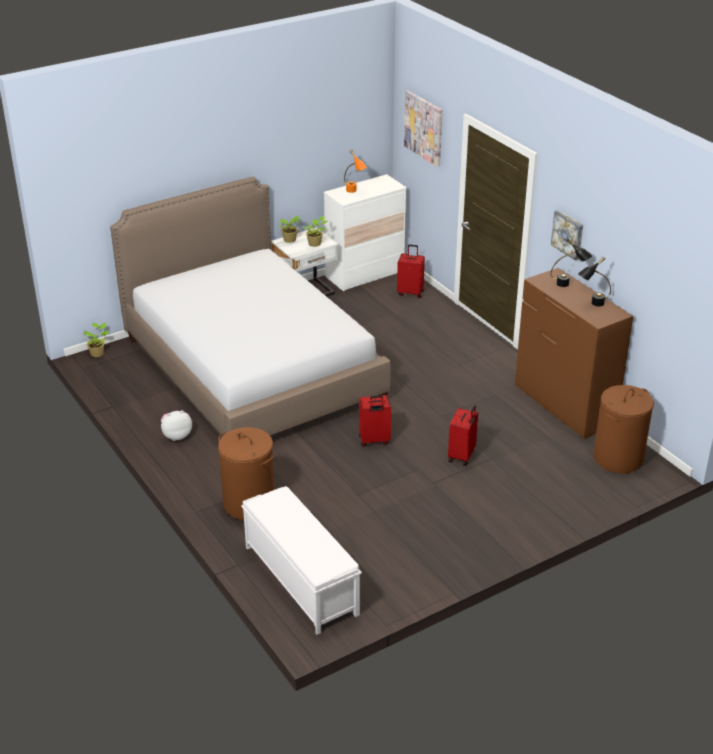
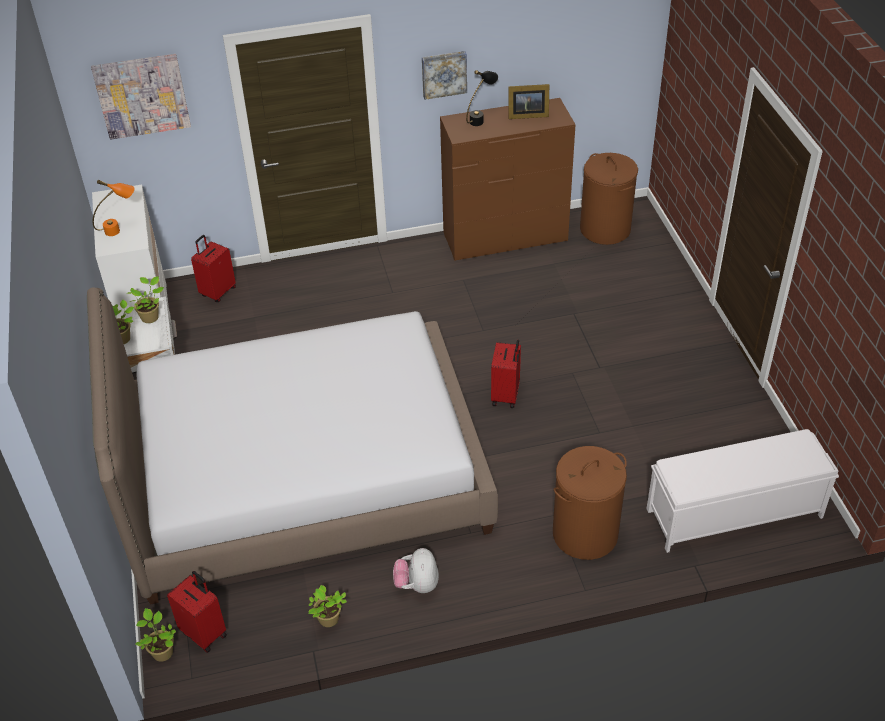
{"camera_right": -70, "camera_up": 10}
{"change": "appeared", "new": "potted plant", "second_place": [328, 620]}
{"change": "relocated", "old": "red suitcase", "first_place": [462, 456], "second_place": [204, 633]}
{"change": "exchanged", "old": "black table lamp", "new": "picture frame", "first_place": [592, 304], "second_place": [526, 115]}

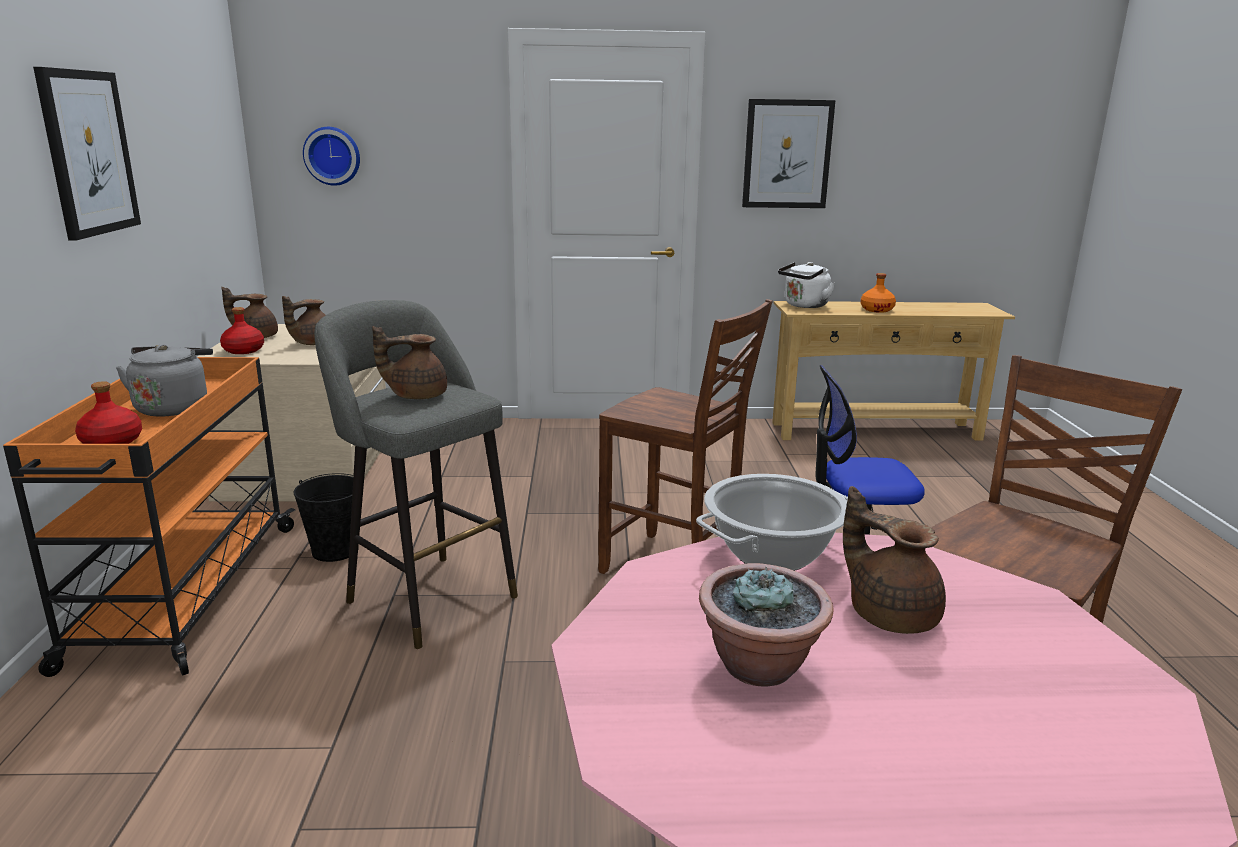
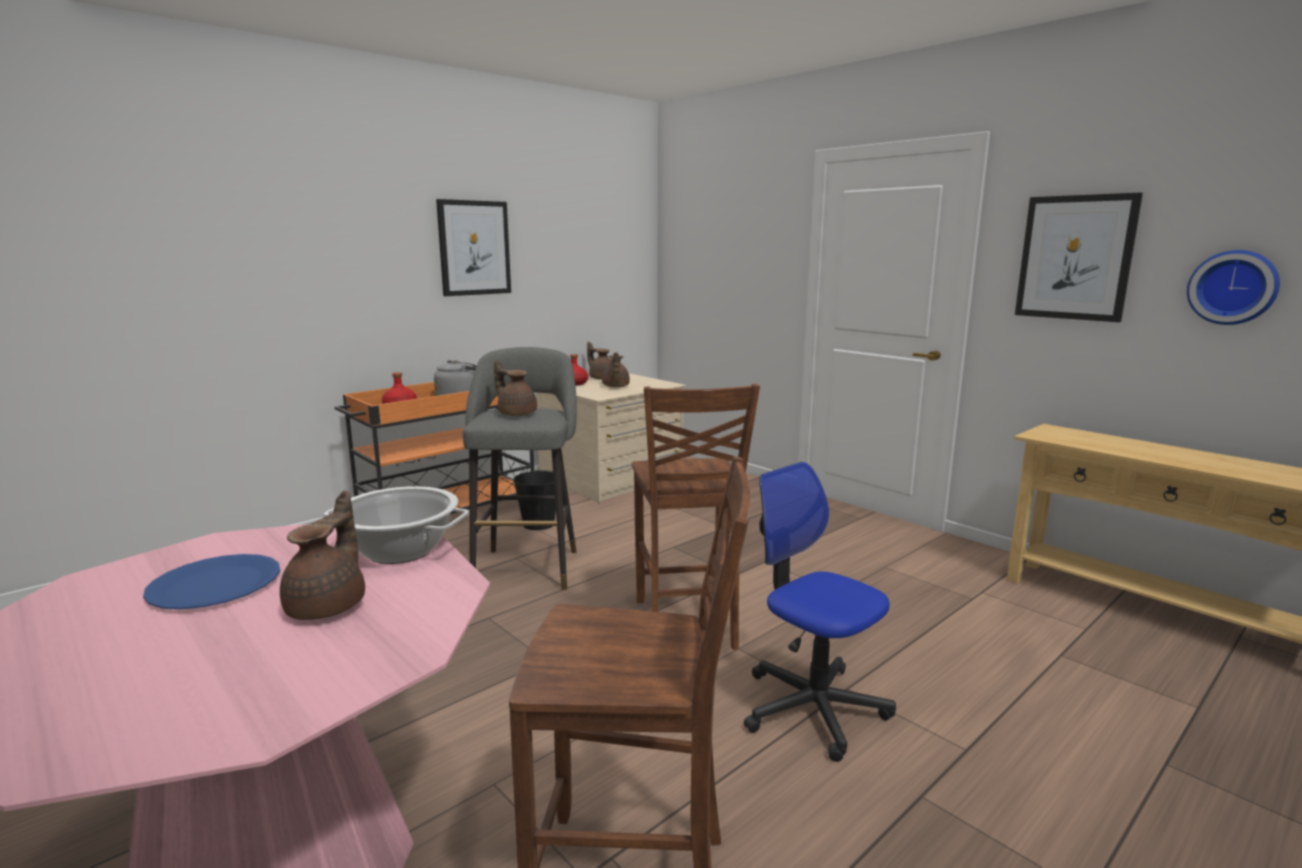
{"camera_right": 50, "camera_up": -5}
{"change": "missing", "old": "white kettle", "first_place": [804, 306]}
{"change": "missing", "old": "orange bottle", "first_place": [876, 310]}
{"change": "relocated", "old": "wall clock", "first_place": [333, 156], "second_place": [1233, 287]}
{"change": "exchanged", "old": "potted plant", "new": "blue plate", "first_place": [760, 666], "second_place": [215, 585]}
{"change": "spun", "old": "brown teapot", "first_place": [312, 343], "second_place": [615, 387], "degrees": -90}

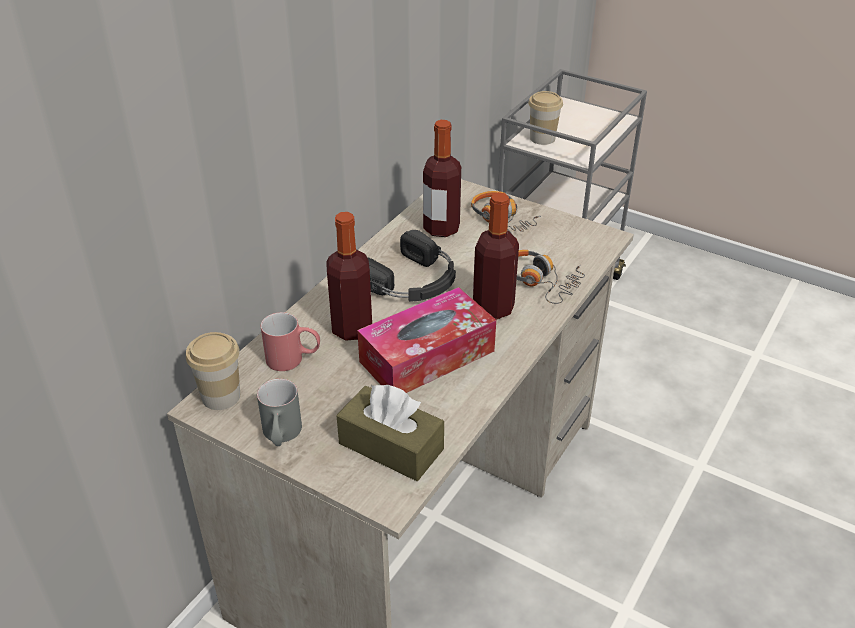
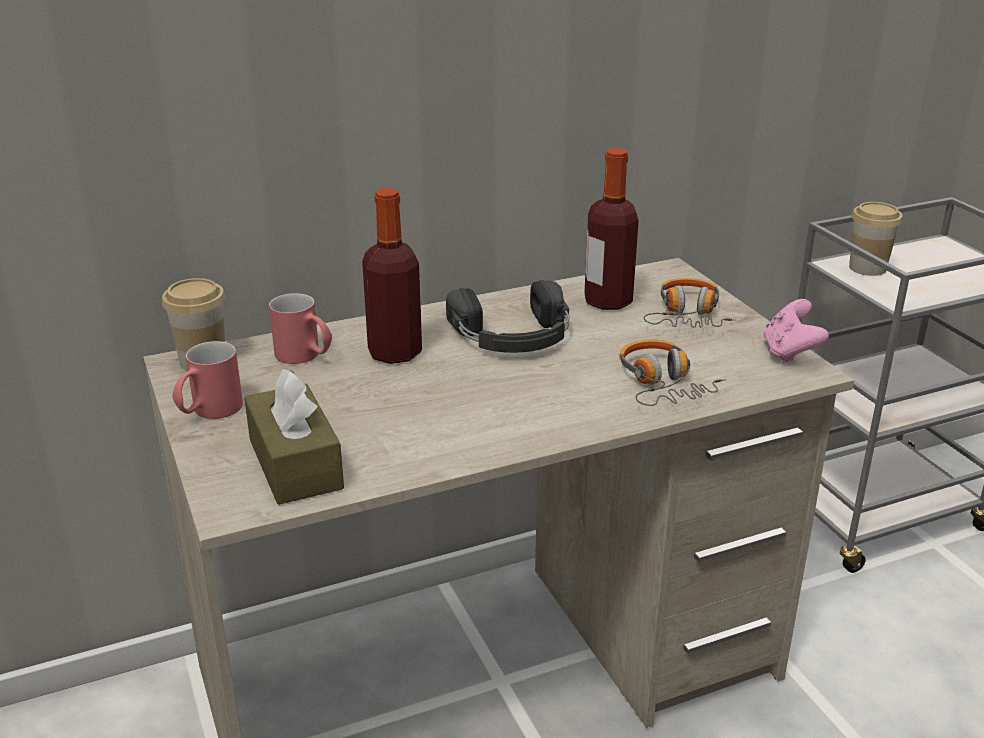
{"camera_right": 35, "camera_up": -10}
{"change": "missing", "old": "tissue box", "first_place": [427, 356]}
{"change": "missing", "old": "bottle", "first_place": [493, 308]}
{"change": "appeared", "new": "pink game controller", "second_place": [789, 352]}
{"change": "colour", "old": "grey mug", "new": "red mug", "first_place": [281, 436], "second_place": [209, 412]}

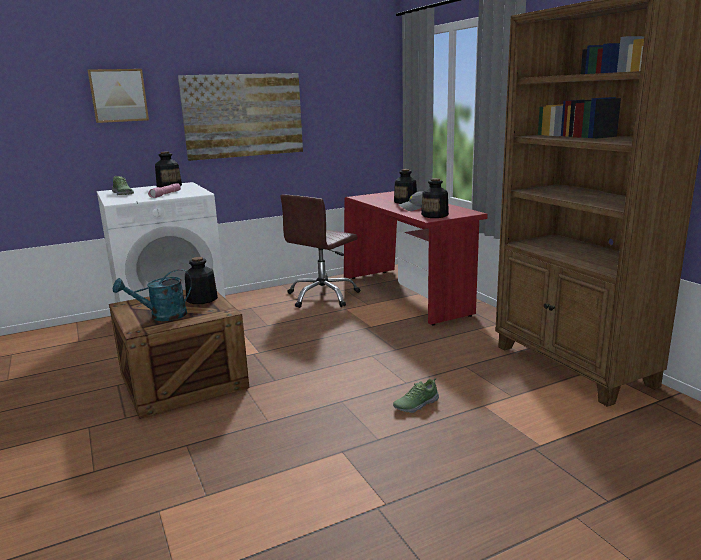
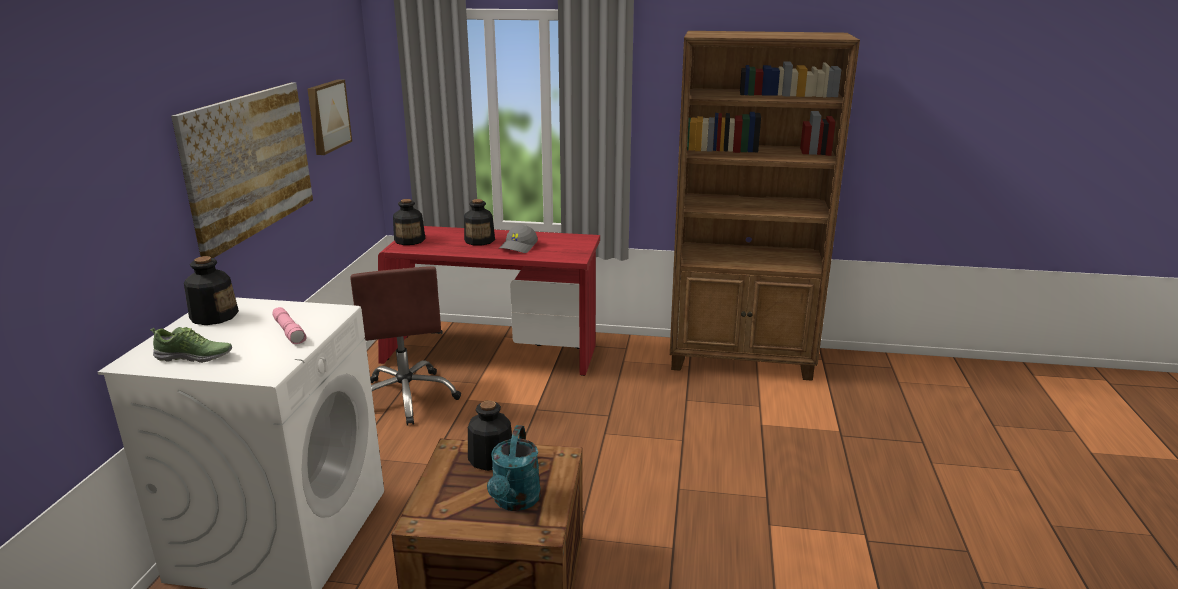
{"camera_right": -55, "camera_up": 5}
{"change": "missing", "old": "shoe", "first_place": [415, 404]}
{"change": "relocated", "old": "picture", "first_place": [118, 95], "second_place": [327, 116]}
{"change": "relocated", "old": "bottle", "first_place": [435, 215], "second_place": [410, 240]}

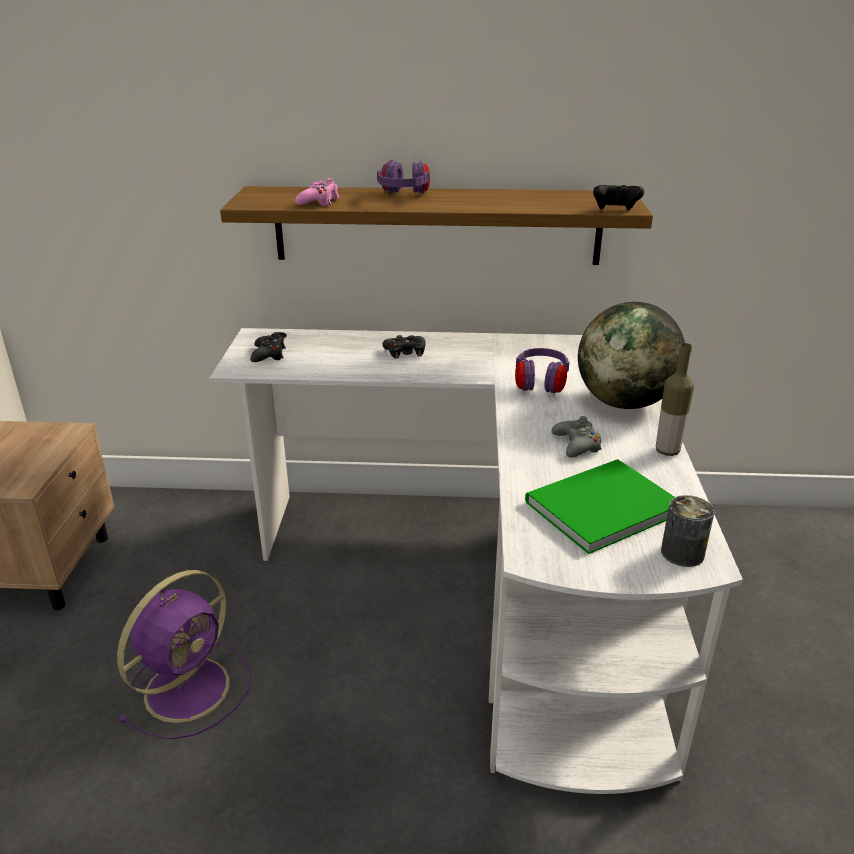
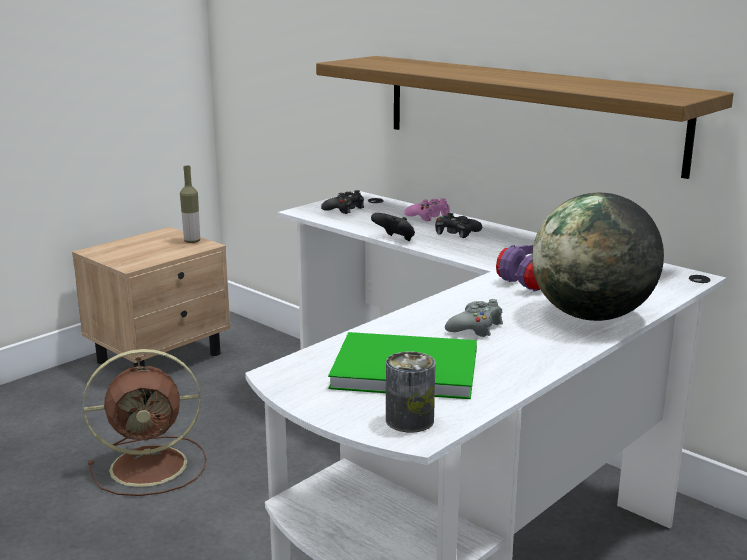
{"camera_right": 40, "camera_up": -10}
{"change": "missing", "old": "purple headphones", "first_place": [403, 197]}
{"change": "relocated", "old": "pink game controller", "first_place": [319, 201], "second_place": [429, 216]}
{"change": "relocated", "old": "black game controller", "first_place": [615, 211], "second_place": [395, 239]}
{"change": "relocated", "old": "bottle", "first_place": [667, 451], "second_place": [192, 241]}
{"change": "colour", "old": "purple fan", "new": "brown fan", "first_place": [190, 686], "second_place": [152, 466]}

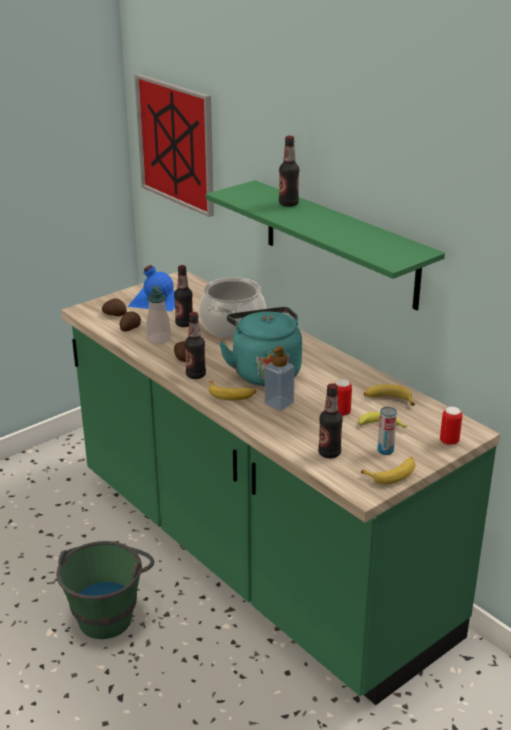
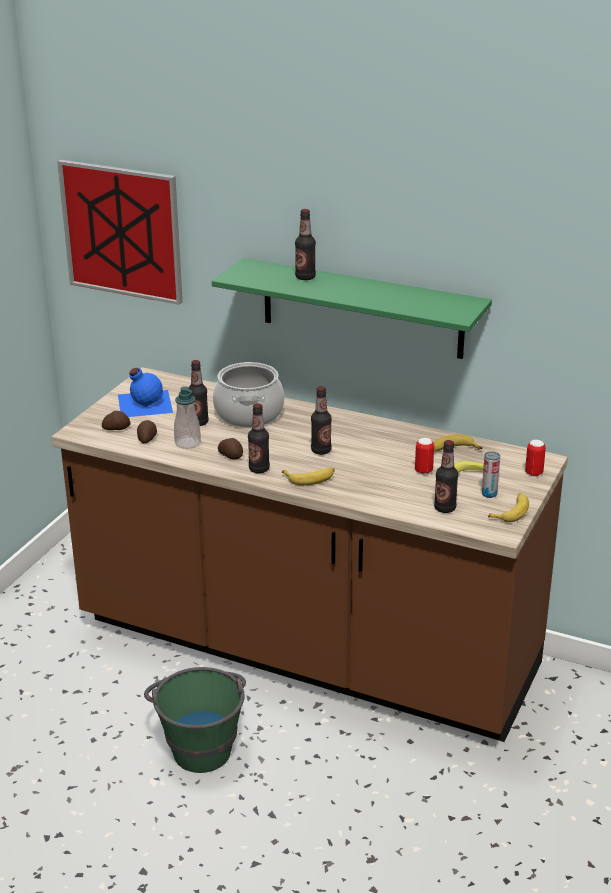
{"camera_right": -25, "camera_up": 0}
{"change": "missing", "old": "soap dispenser", "first_place": [279, 403]}
{"change": "exchanged", "old": "turquoise kettle", "new": "bottle", "first_place": [264, 372], "second_place": [321, 451]}
{"change": "colour", "old": "green counter", "new": "brown counter", "first_place": [256, 555], "second_place": [306, 648]}

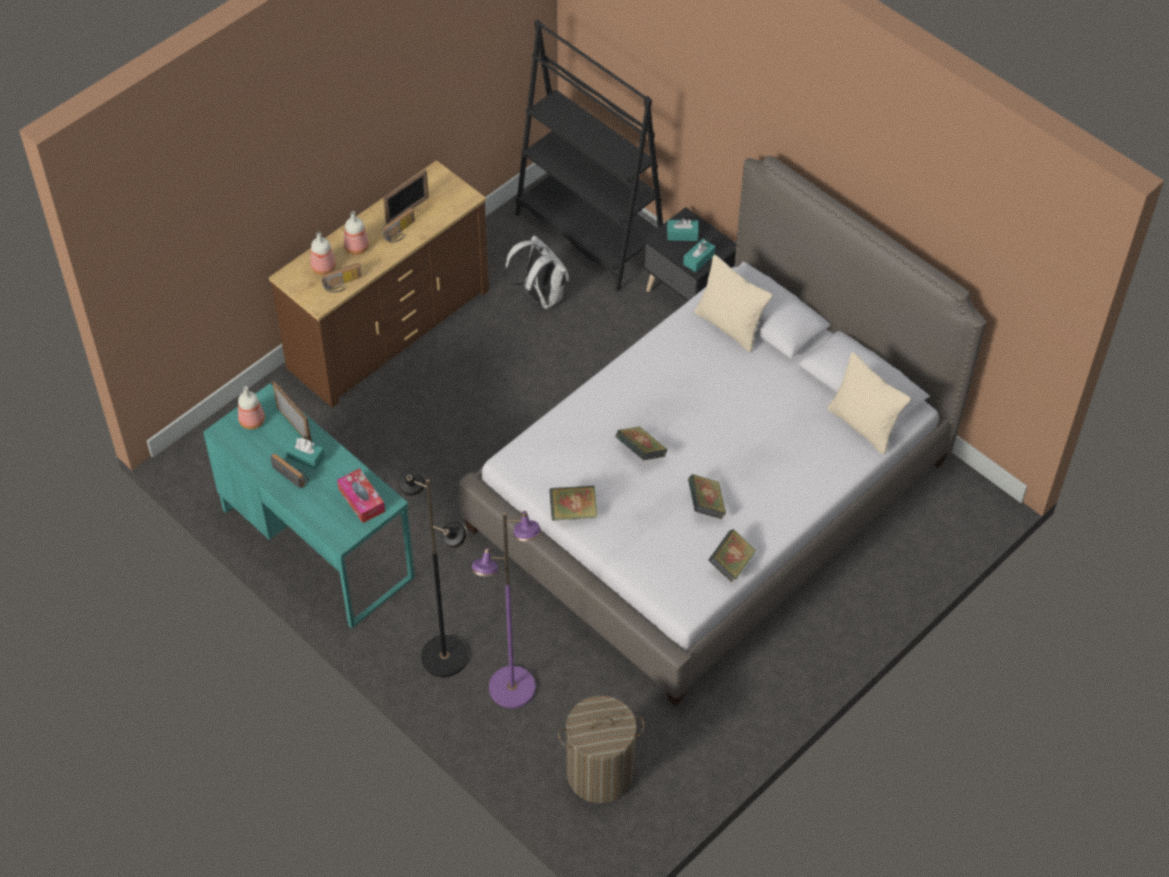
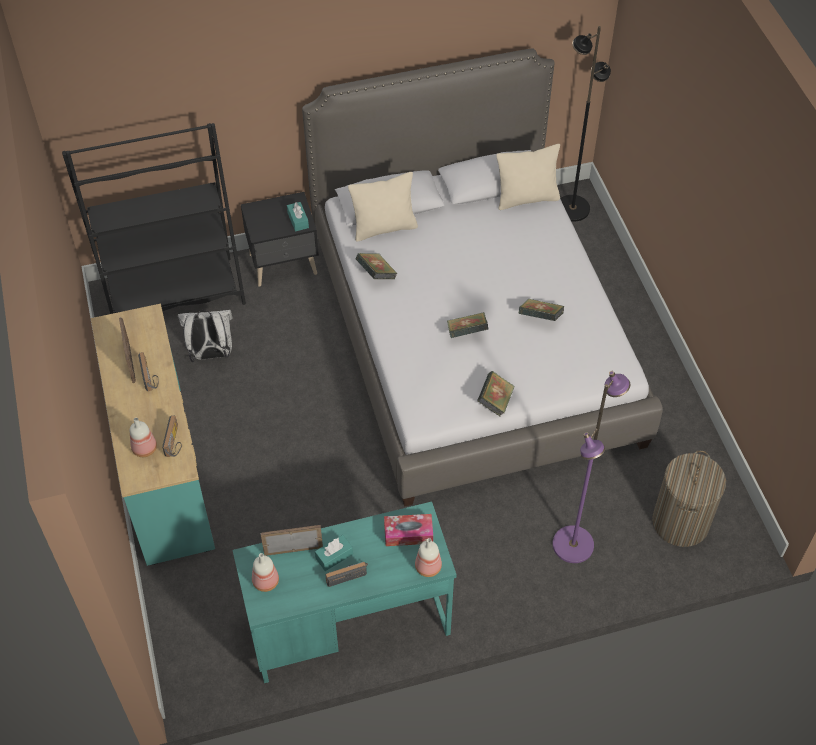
{"camera_right": -60, "camera_up": 0}
{"change": "missing", "old": "turquoise tissue box", "first_place": [682, 234]}
{"change": "relocated", "old": "bottle", "first_place": [356, 248], "second_place": [429, 567]}
{"change": "relocated", "old": "black floor lamp", "first_place": [444, 656], "second_place": [572, 208]}
{"change": "relocated", "old": "book", "first_place": [731, 564], "second_place": [376, 274]}
{"change": "colour", "old": "brown dresser", "new": "turquoise dresser", "first_place": [388, 329], "second_place": [163, 471]}

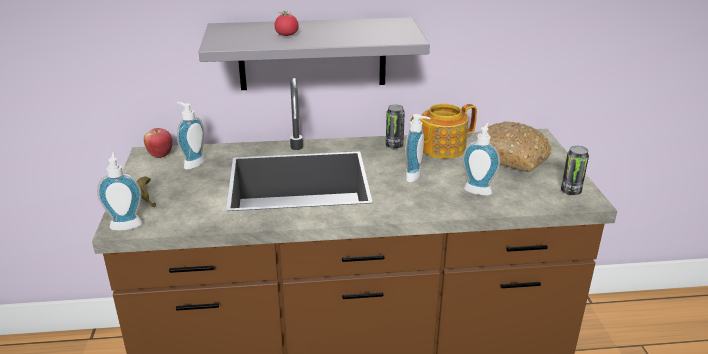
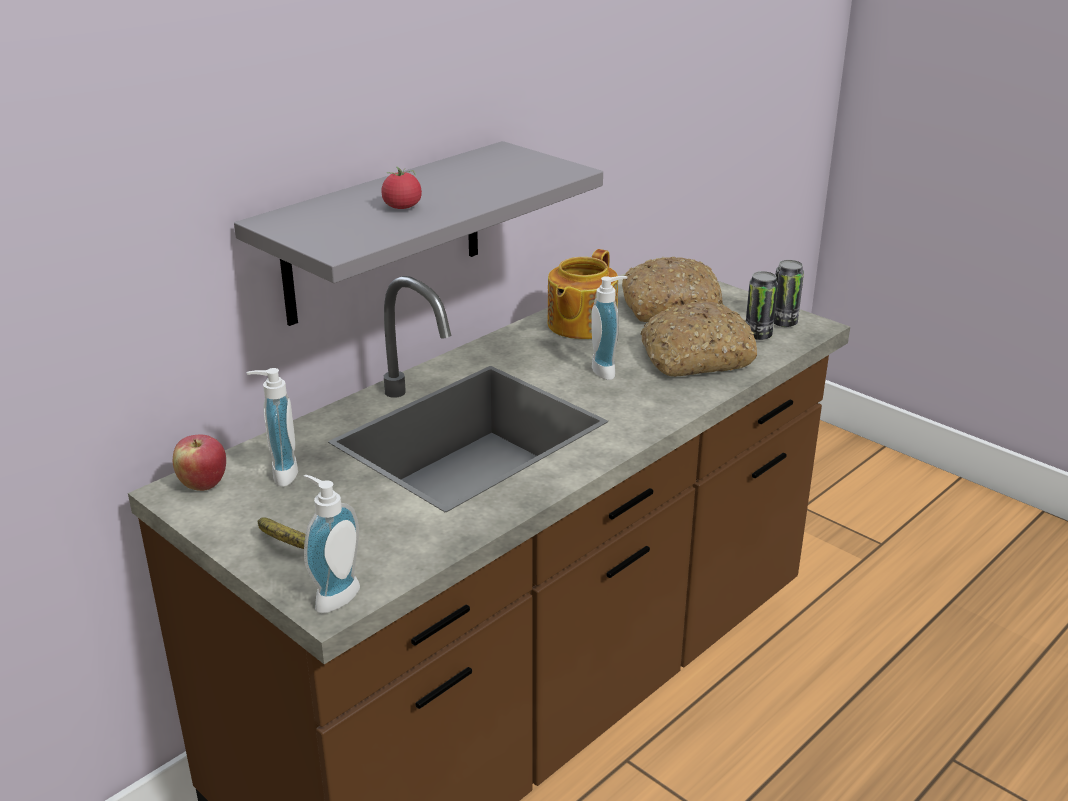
{"camera_right": -40, "camera_up": 0}
{"change": "relocated", "old": "can", "first_place": [394, 146], "second_place": [758, 335]}
{"change": "exchanged", "old": "soap dispenser", "new": "bread", "first_place": [478, 189], "second_place": [695, 357]}

